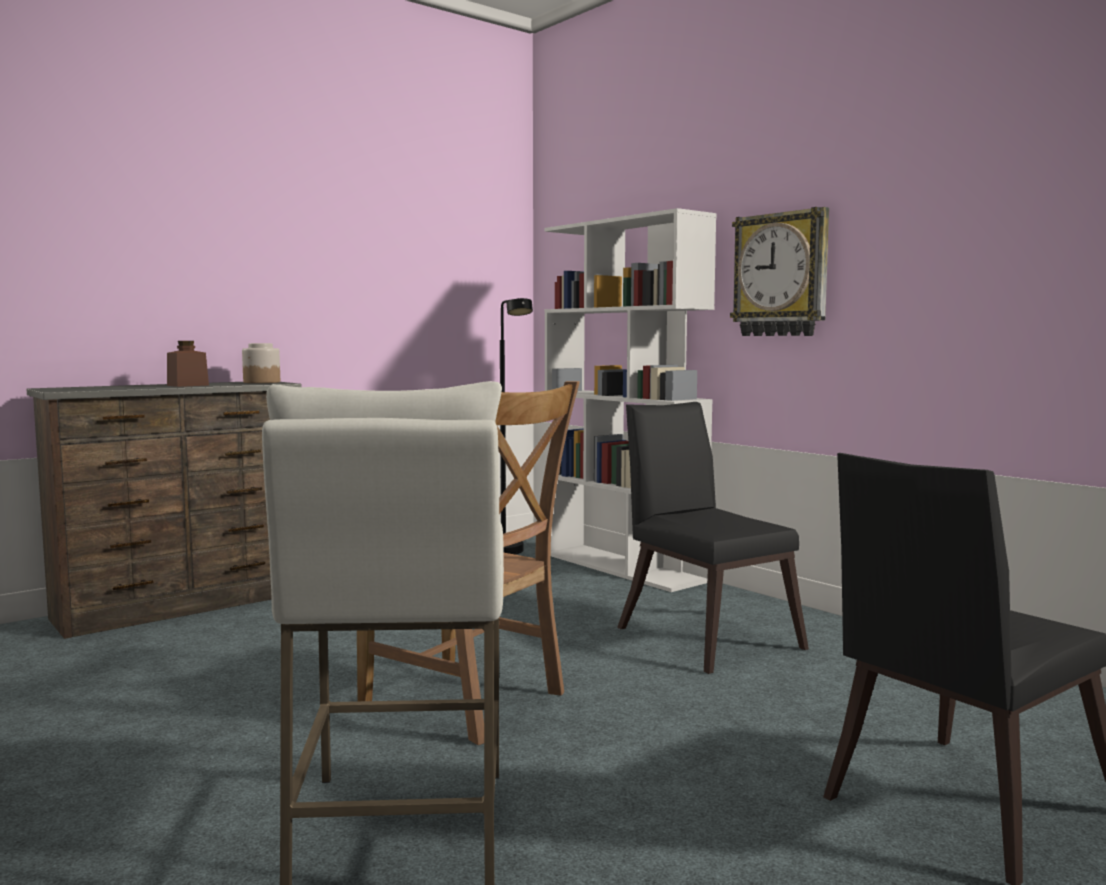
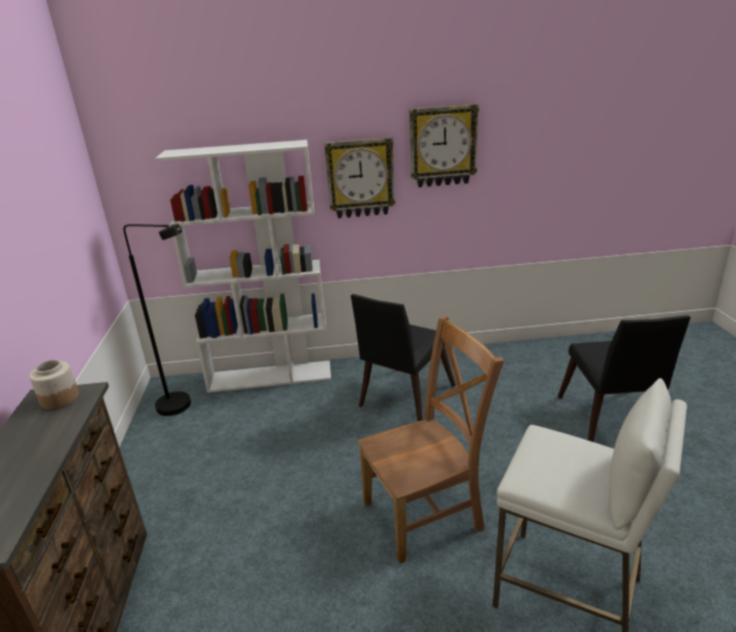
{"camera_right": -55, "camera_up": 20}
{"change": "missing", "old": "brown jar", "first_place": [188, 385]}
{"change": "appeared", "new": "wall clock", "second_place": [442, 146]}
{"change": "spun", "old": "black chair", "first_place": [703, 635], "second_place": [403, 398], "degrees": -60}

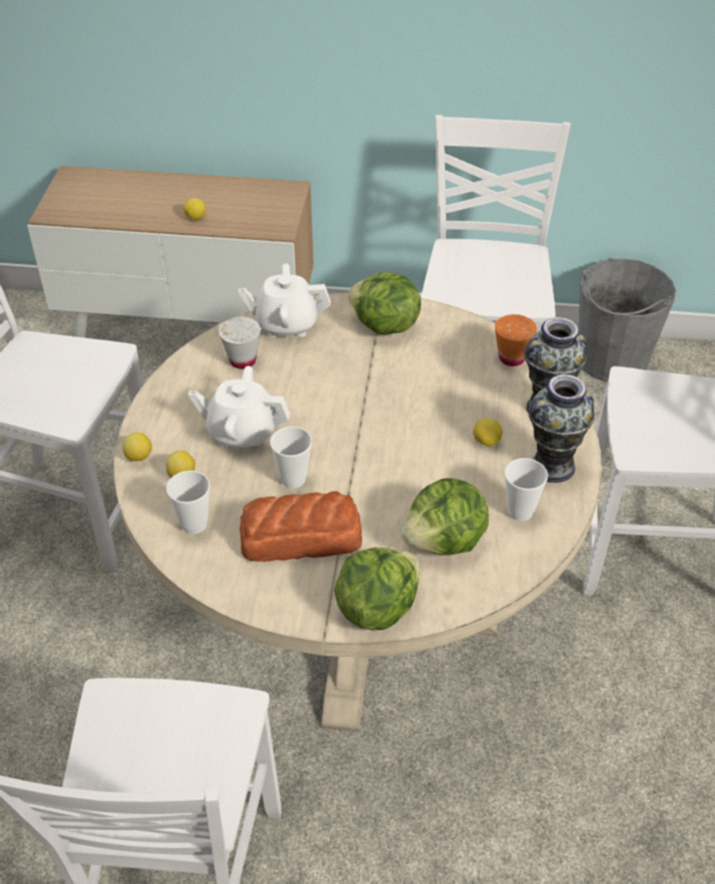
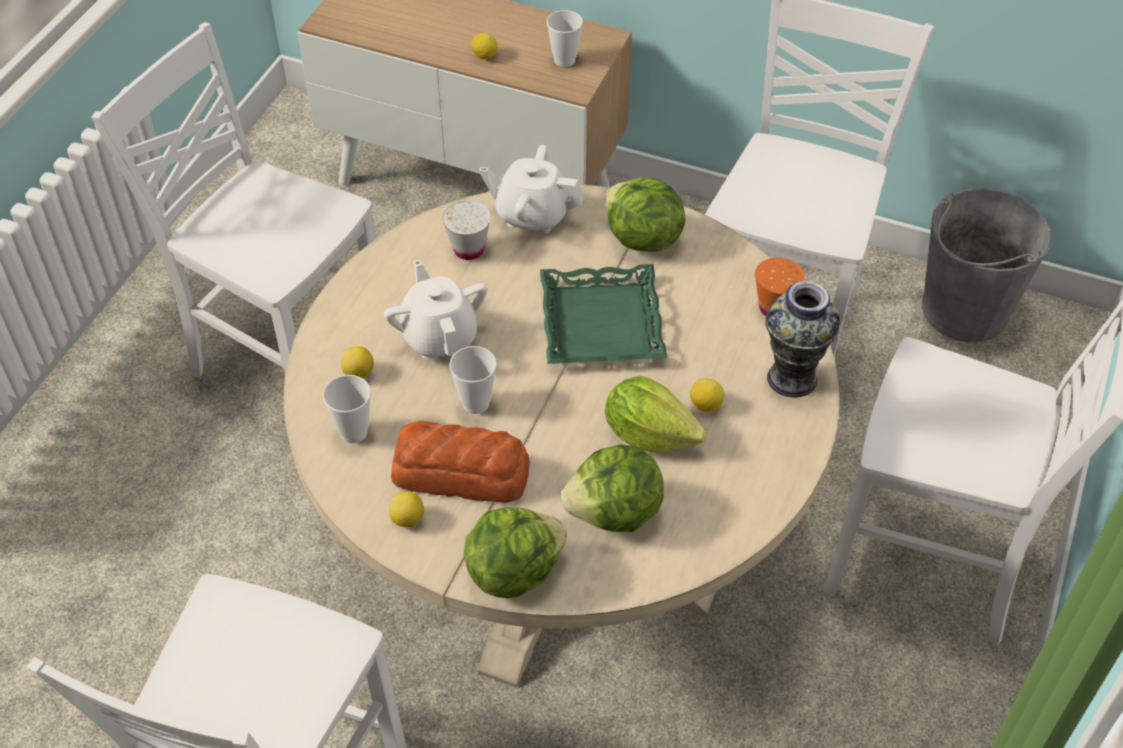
{"camera_right": 15, "camera_up": 5}
{"change": "missing", "old": "vase", "first_place": [552, 467]}
{"change": "appeared", "new": "green tray", "second_place": [602, 323]}
{"change": "appeared", "new": "lettuce", "second_place": [649, 434]}
{"change": "relocated", "old": "lemon", "first_place": [139, 457], "second_place": [408, 519]}
{"change": "relocated", "old": "cup", "first_place": [520, 512], "second_place": [564, 60]}
{"change": "spun", "old": "white teapot", "first_place": [242, 432], "second_place": [439, 336], "degrees": 45}

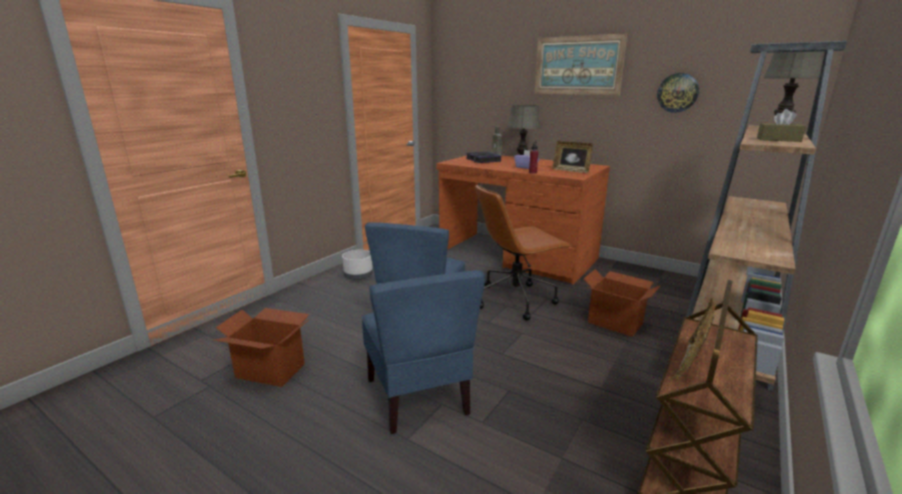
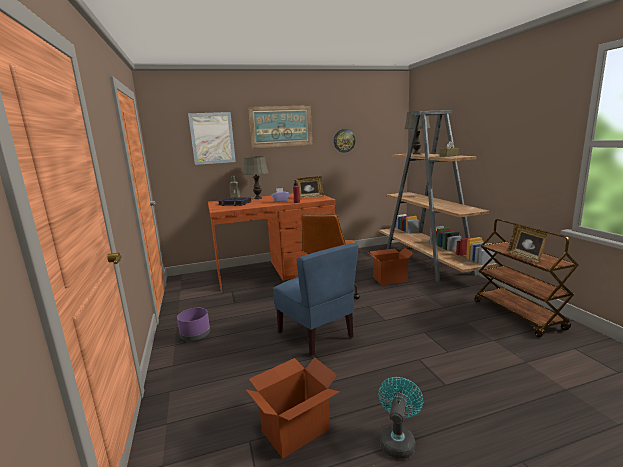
{"camera_right": -50, "camera_up": -5}
{"change": "missing", "old": "blue chair", "first_place": [419, 396]}
{"change": "appeared", "new": "picture", "second_place": [212, 138]}
{"change": "appeared", "new": "turquoise fan", "second_place": [398, 440]}
{"change": "colour", "old": "grey planter", "new": "purple planter", "first_place": [358, 276], "second_place": [195, 335]}

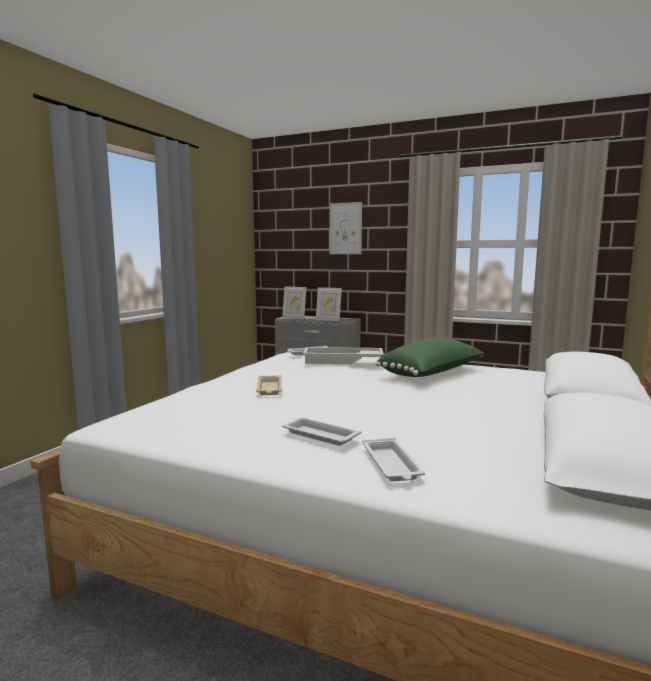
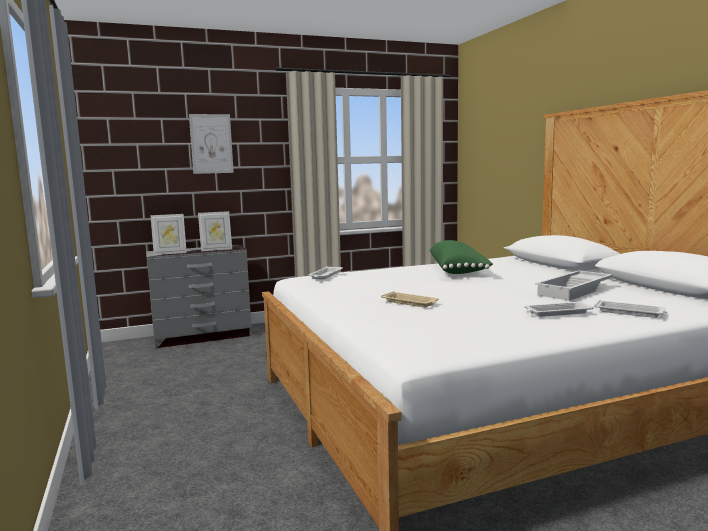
{"camera_right": -45, "camera_up": 0}
{"change": "relocated", "old": "white tray", "first_place": [342, 361], "second_place": [575, 291]}

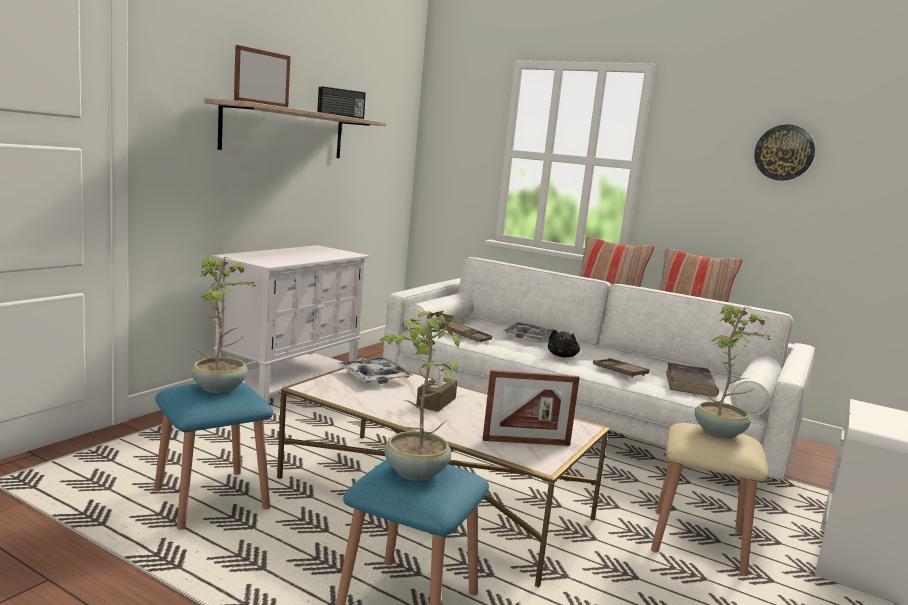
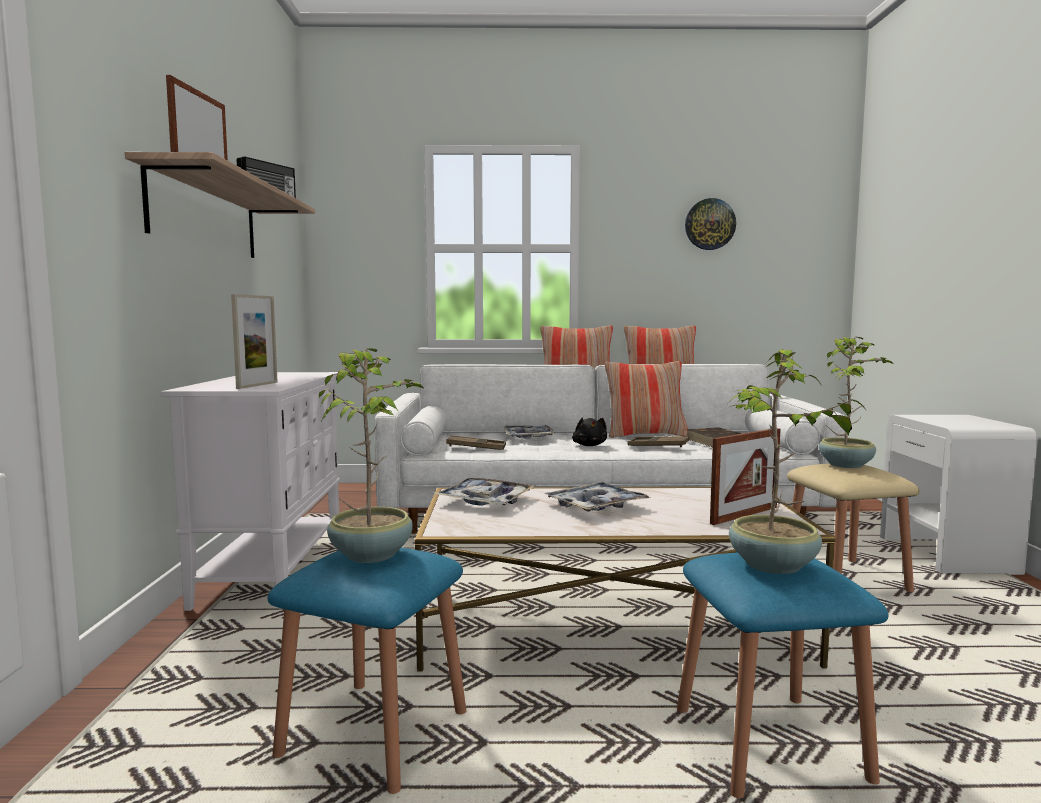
{"camera_right": -30, "camera_up": -5}
{"change": "appeared", "new": "picture frame", "second_place": [257, 385]}
{"change": "appeared", "new": "pillow", "second_place": [645, 435]}
{"change": "exchanged", "old": "brown tissue box", "new": "tray", "first_place": [436, 402], "second_place": [595, 506]}

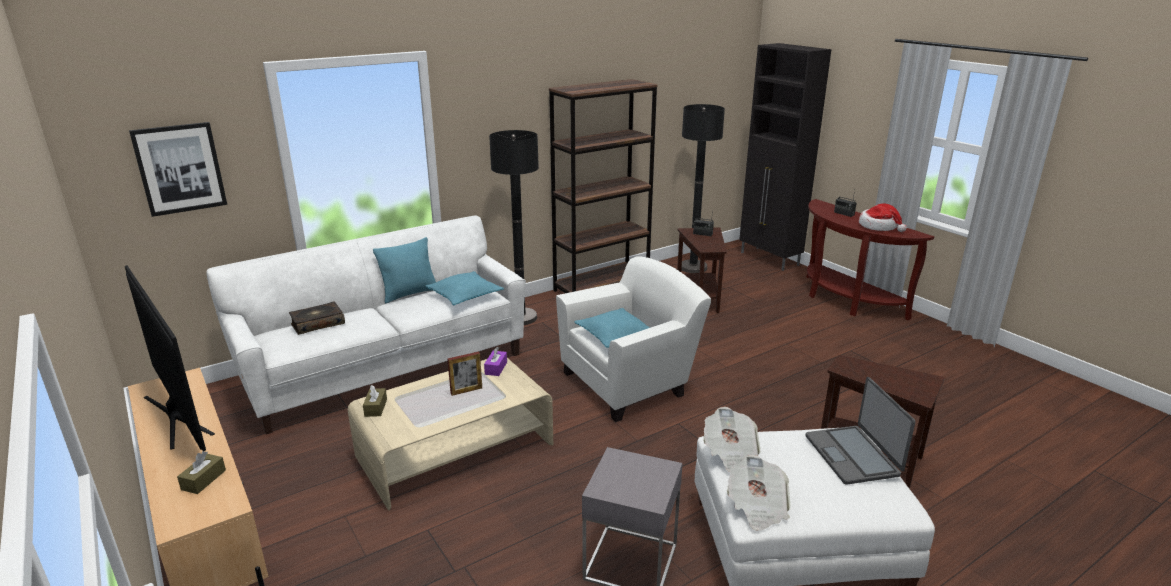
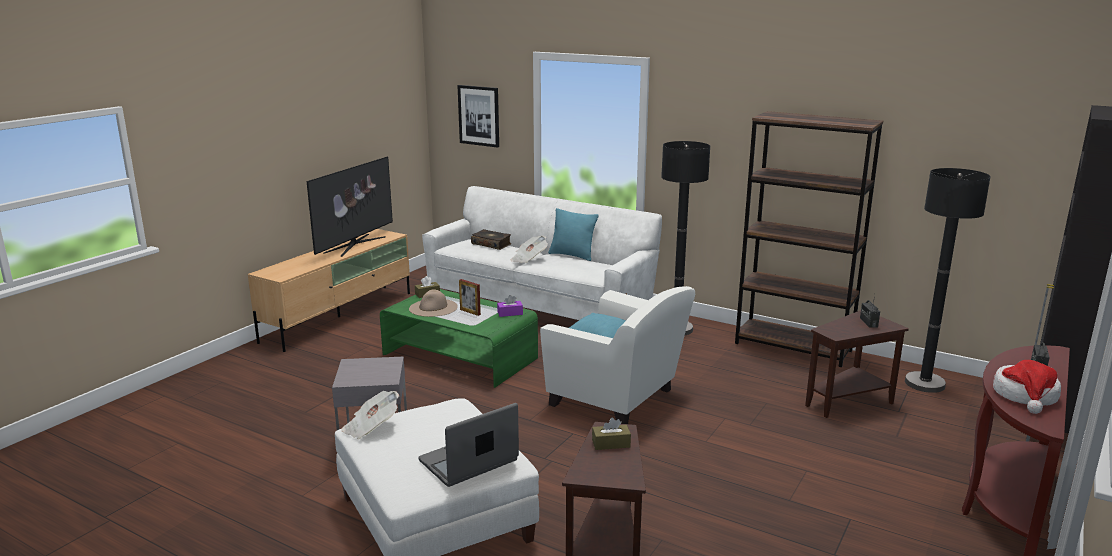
{"camera_right": 65, "camera_up": -5}
{"change": "missing", "old": "turquoise pillow", "first_place": [465, 295]}
{"change": "appeared", "new": "beige hat", "second_place": [433, 307]}
{"change": "relocated", "old": "brown tissue box", "first_place": [203, 480], "second_place": [611, 444]}
{"change": "relocated", "old": "newspaper", "first_place": [730, 453], "second_place": [529, 259]}
{"change": "colour", "old": "beige coffee table", "new": "green coffee table", "first_place": [455, 450], "second_place": [460, 356]}

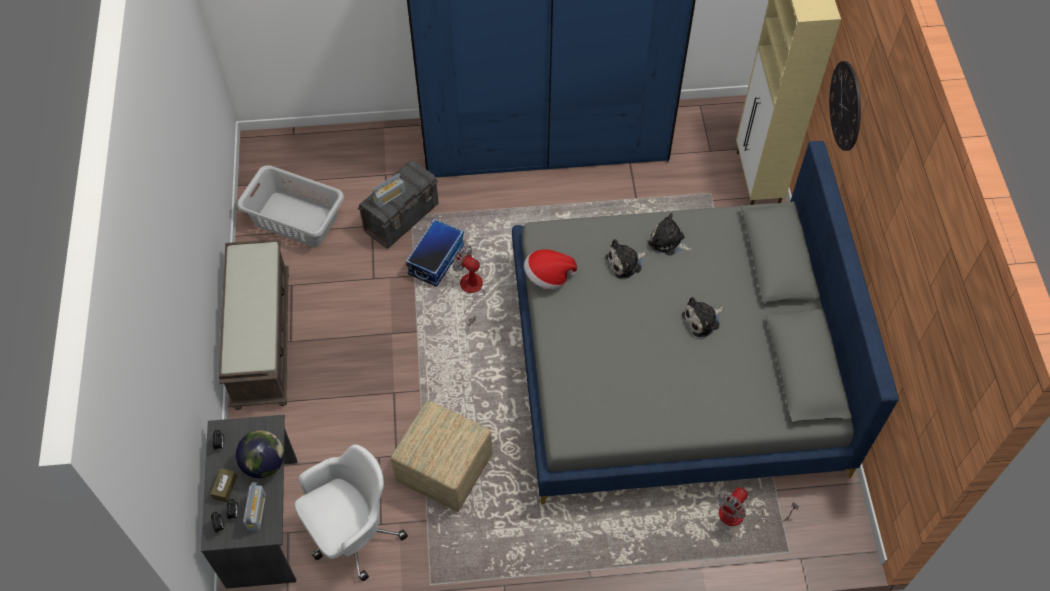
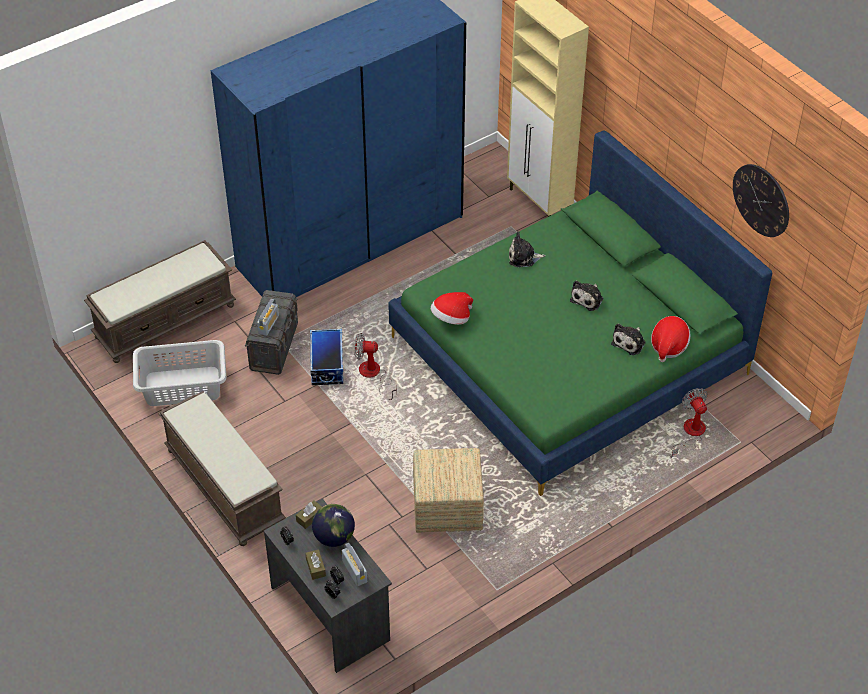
{"camera_right": -30, "camera_up": -10}
{"change": "missing", "old": "white office chair", "first_place": [352, 532]}
{"change": "appeared", "new": "brown bench", "second_place": [165, 320]}
{"change": "appeared", "new": "brown tissue box", "second_place": [310, 517]}
{"change": "appeared", "new": "hat", "second_place": [668, 346]}
{"change": "relocated", "old": "plush toy", "first_place": [626, 263], "second_place": [629, 342]}
{"change": "relocated", "old": "wall clock", "first_place": [846, 106], "second_place": [761, 200]}
{"change": "colour", "old": "grey bed", "new": "green bed", "first_place": [674, 362], "second_place": [569, 355]}
{"change": "spun", "old": "fan", "first_place": [741, 514], "second_place": [690, 433], "degrees": 150}

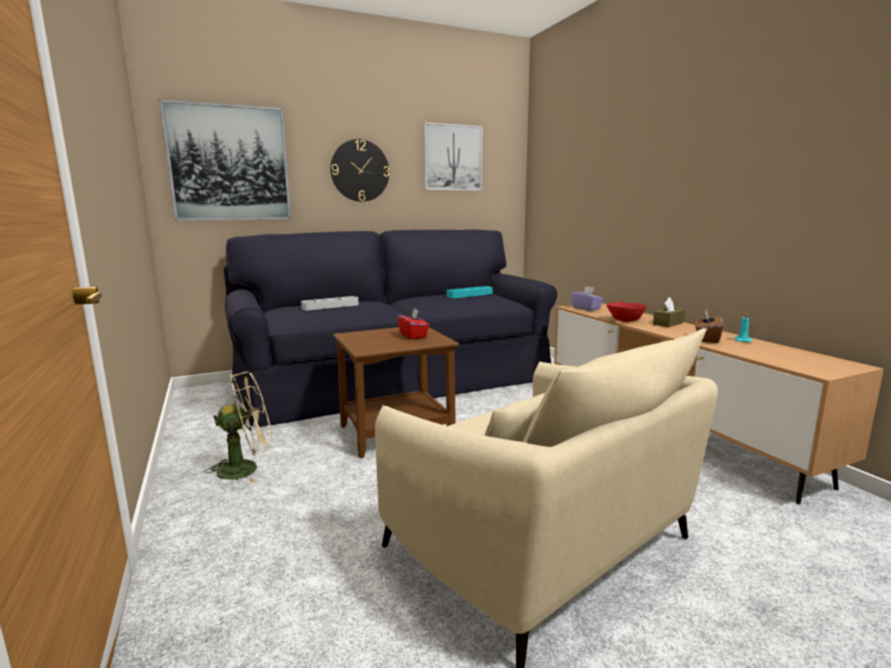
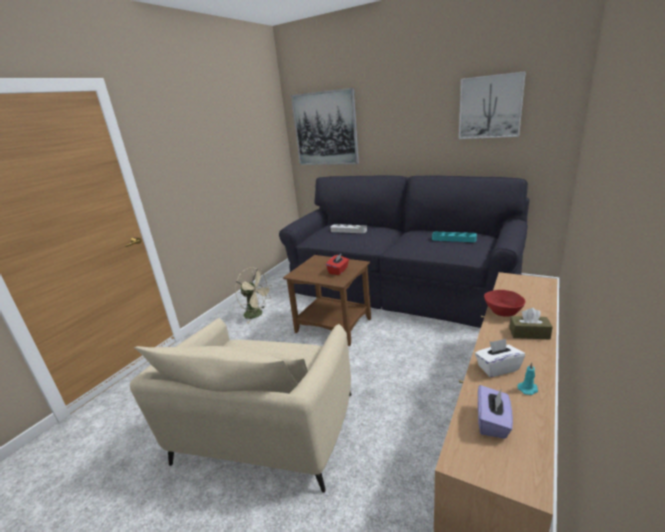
{"camera_right": 55, "camera_up": 10}
{"change": "missing", "old": "wall clock", "first_place": [360, 171]}
{"change": "relocated", "old": "purple tissue box", "first_place": [586, 308], "second_place": [493, 422]}
{"change": "colour", "old": "brown tissue box", "new": "white tissue box", "first_place": [706, 339], "second_place": [497, 368]}

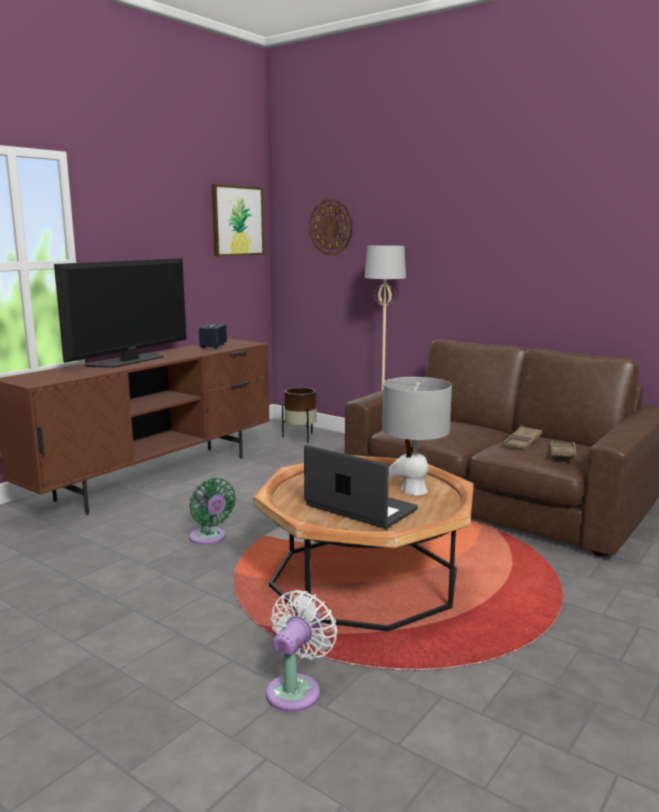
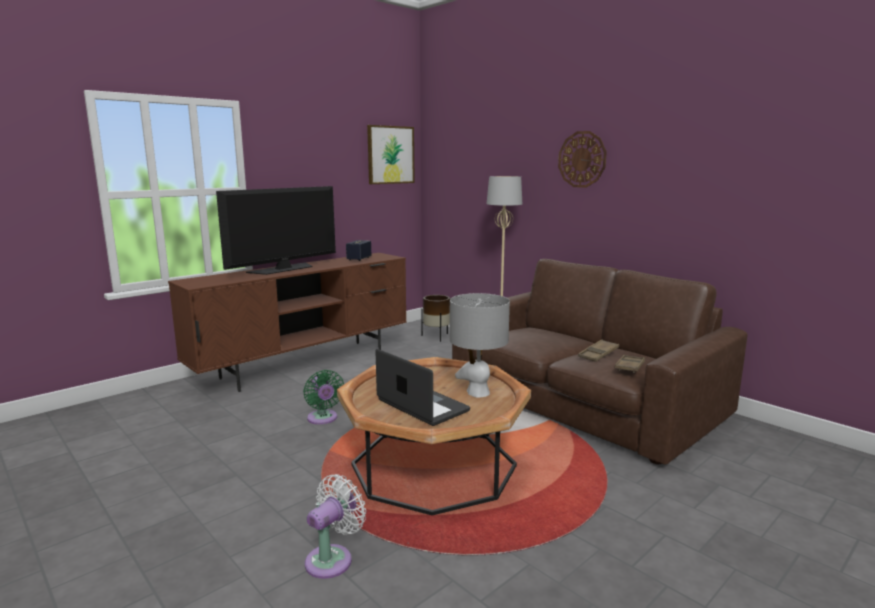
{"camera_right": 10, "camera_up": 0}
{"change": "relocated", "old": "wall clock", "first_place": [331, 227], "second_place": [582, 159]}

